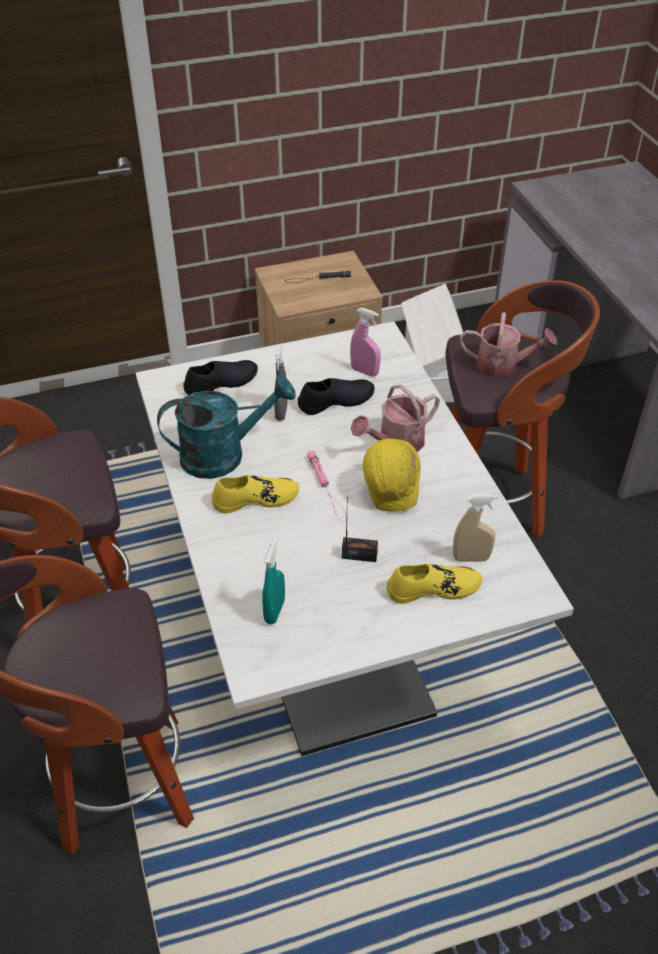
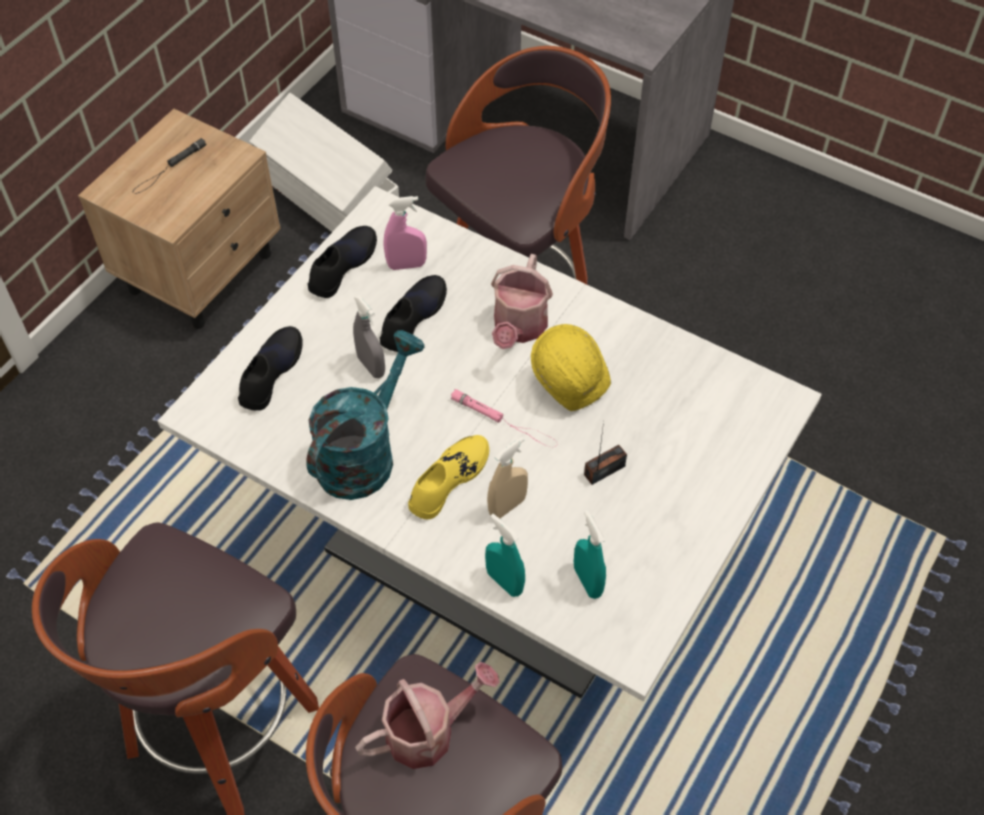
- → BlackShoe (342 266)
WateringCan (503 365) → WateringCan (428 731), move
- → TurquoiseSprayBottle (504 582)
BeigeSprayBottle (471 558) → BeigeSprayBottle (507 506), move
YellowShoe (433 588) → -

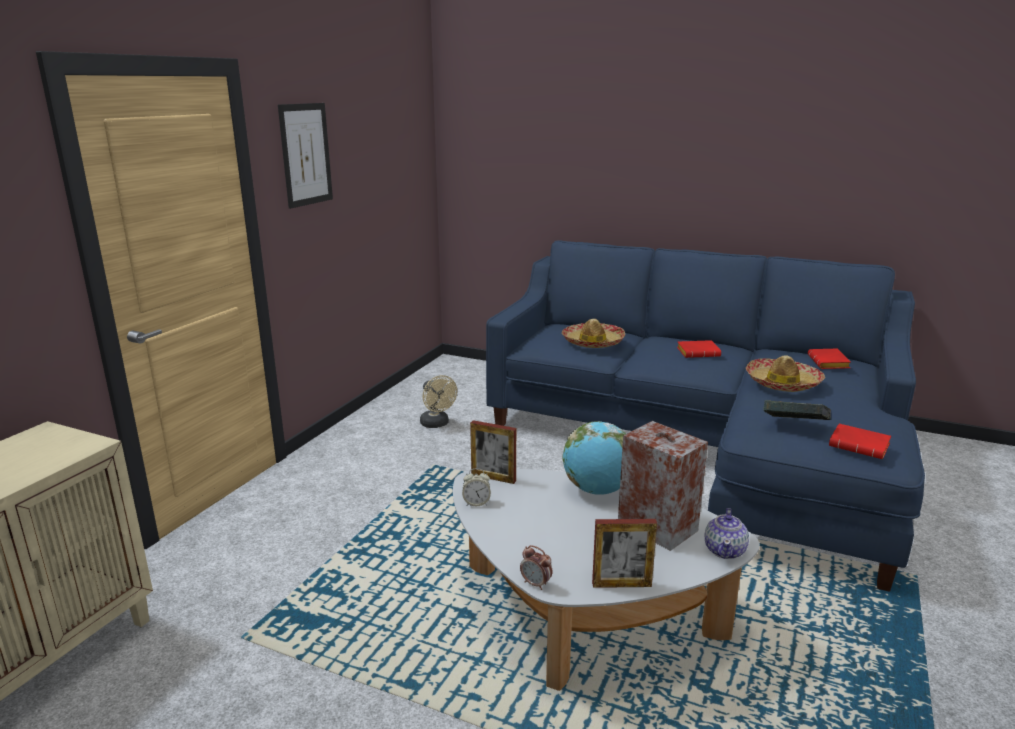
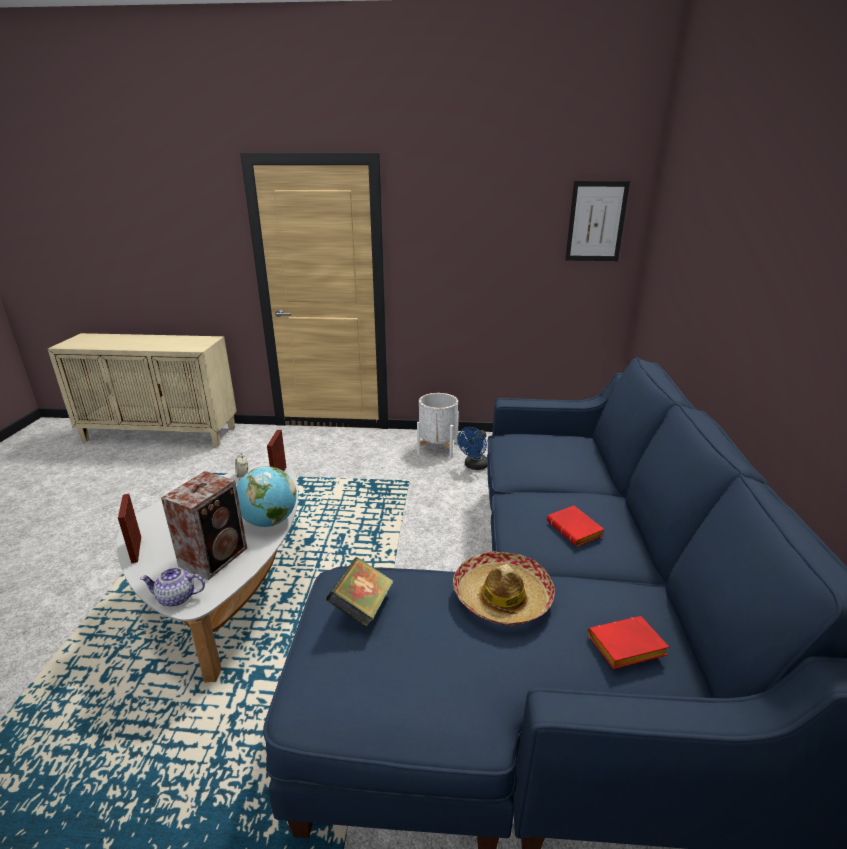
- → WhitePlanter (437 448)
BeigeFan (437 424) → BlueFan (474 466)
Picture (306 154) → Picture (596 222), move
AlarmClock (536 584) → -
Hat (593 342) → -
RedBook (860 446) → -

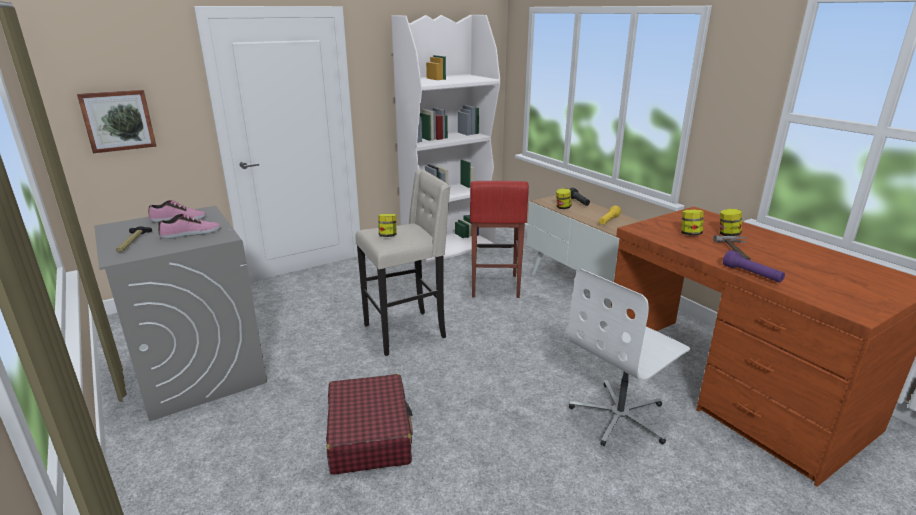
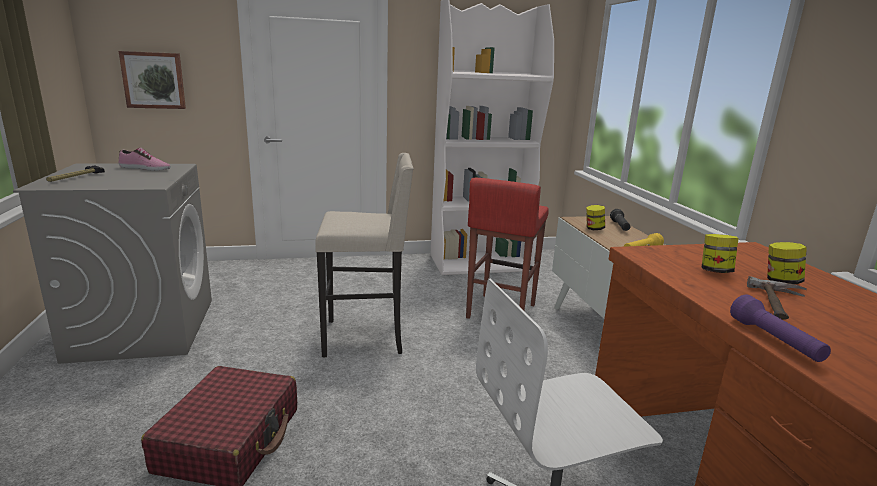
Shoe (191 234) → -
Jar (388 236) → -

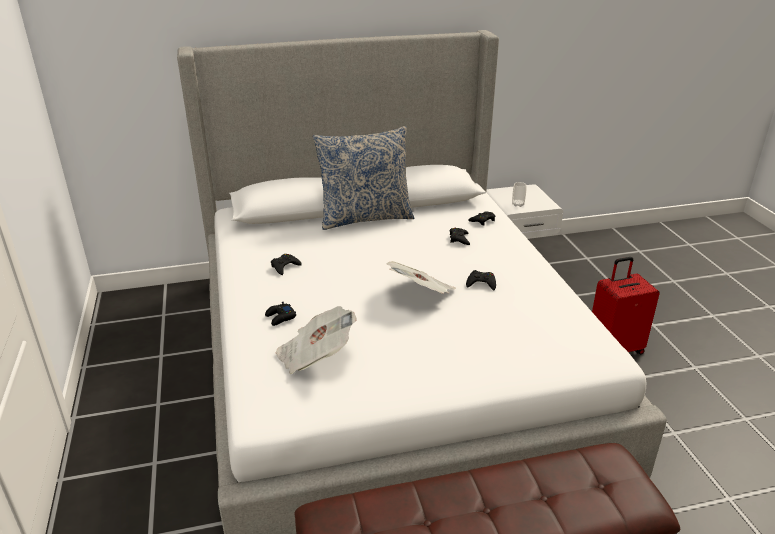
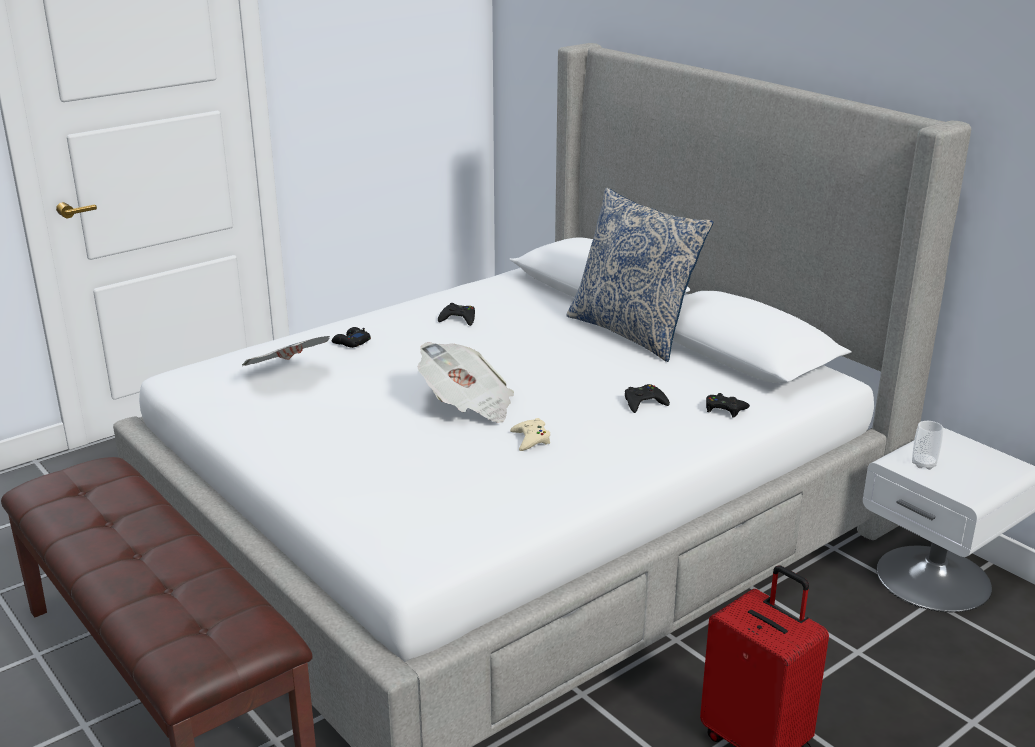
BlackGameController (481 283) → BeigeGameController (531 439)

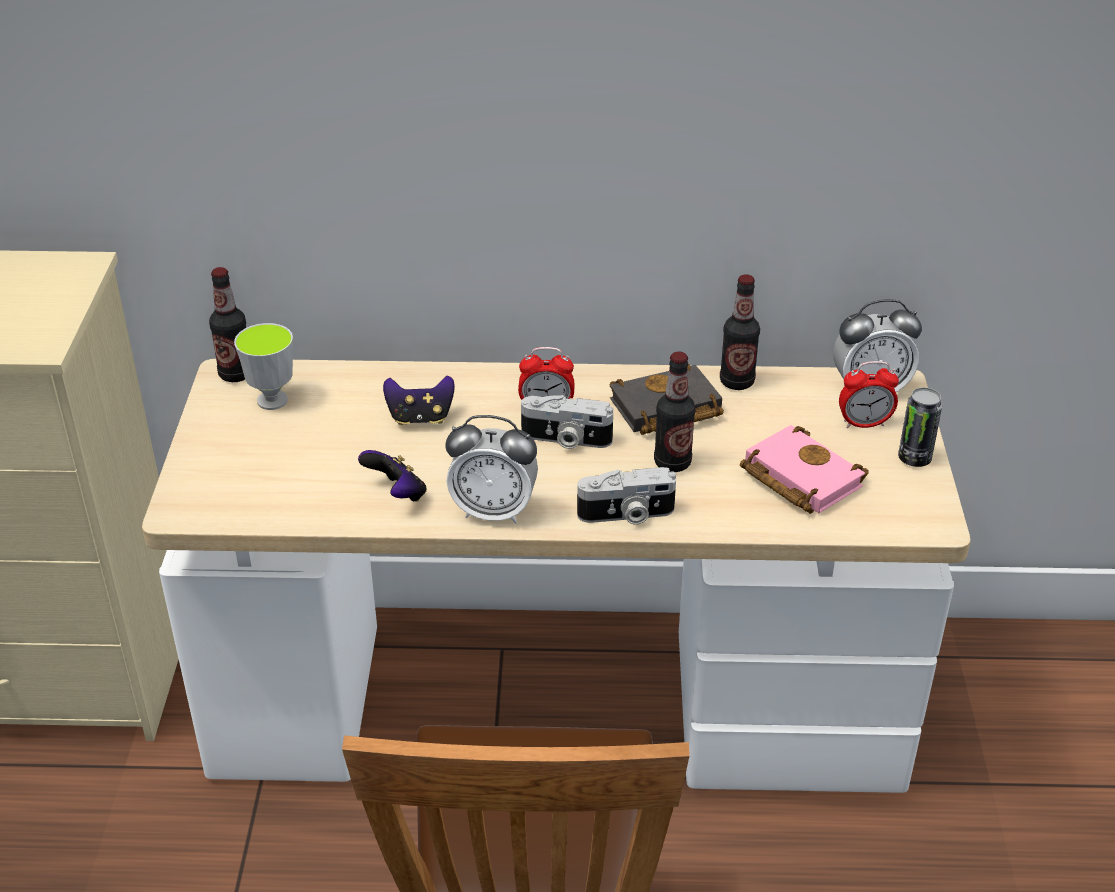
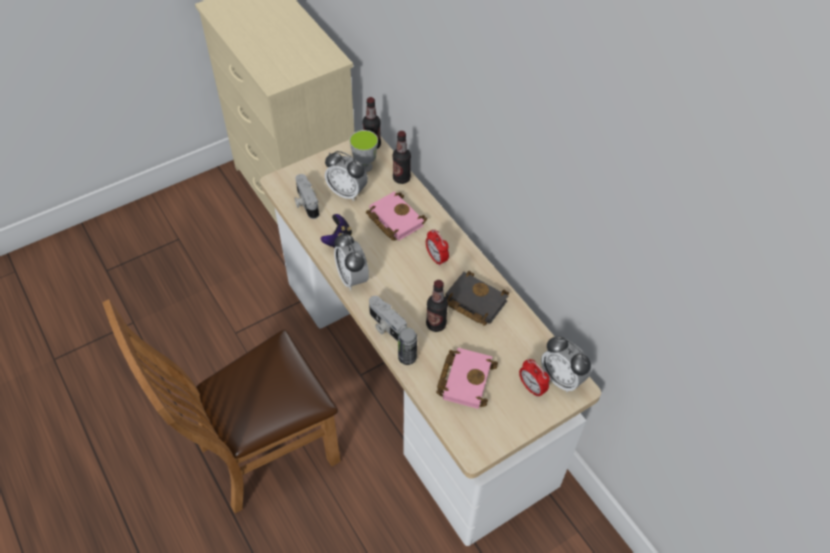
PhotoCamera (565 440) → PhotoCamera (305 203), move
- → AlarmClock (347 192)
GameController (420 418) → PinkBook (393 219)
Bottle (737 382) → Bottle (401 178), move
Can (914 458) → Can (407 357), move

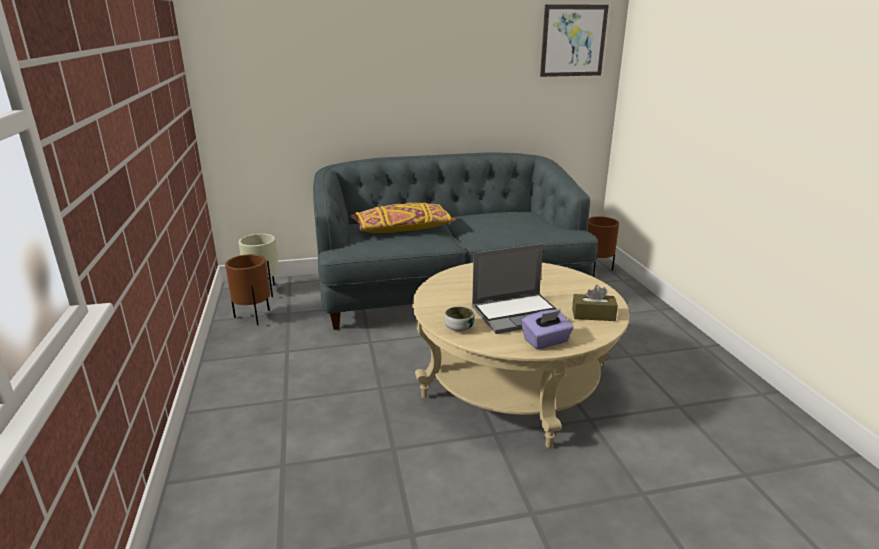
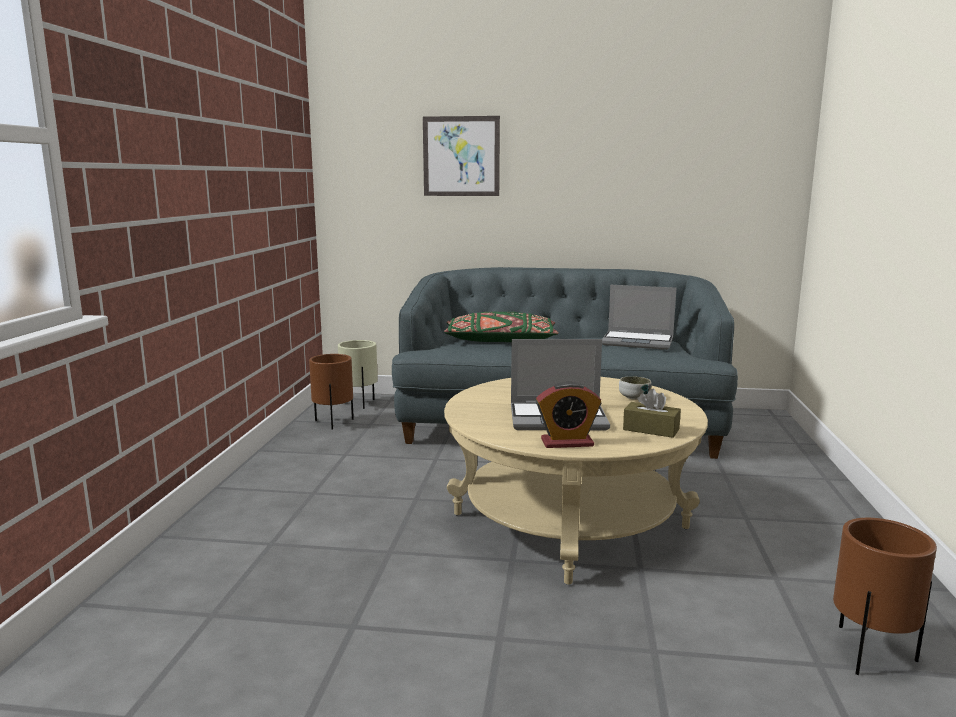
Picture (573 41) → Picture (461 156), move
YellowPillow (402 229) → GreenPillow (500 341)
PurpleTissueBox (546 341) → AlarmClock (567 442)
- → Laptop (638 342)
Bowl (459 328) → Bowl (634 397), move
BrownPlanter (596 270) → BrownPlanter (870 654), move

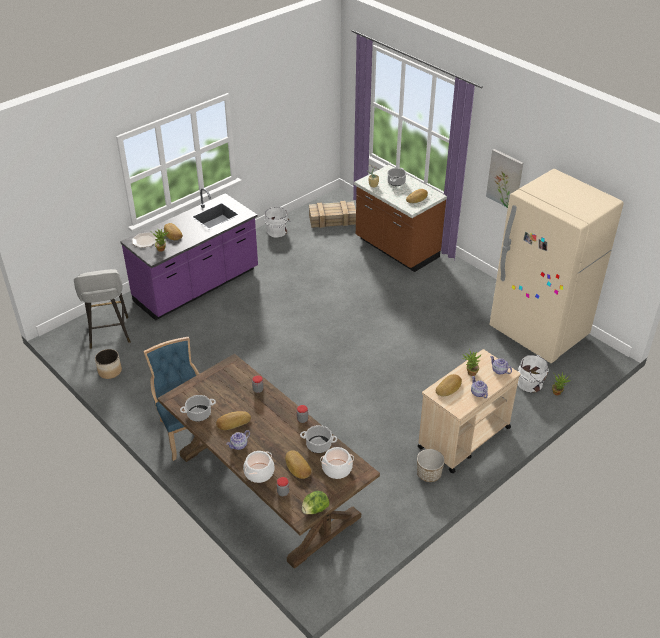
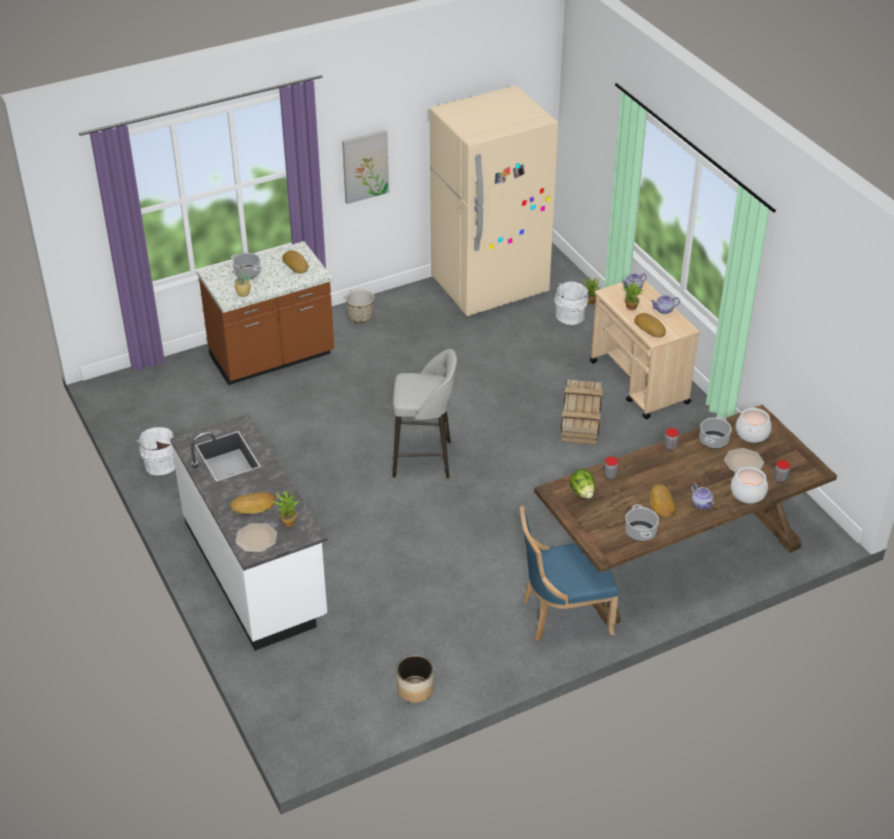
PurpleCounter (197 286) → WhiteCounter (256 570)
Planter (429 474) → Planter (361 317), move
GreyStool (109 334) → GreyStool (424 459), move
Crate (333 219) → Crate (580 418), move
Lettuce (315 509) → Lettuce (582 492), move
Bread (297 467) → Plate (744 462)

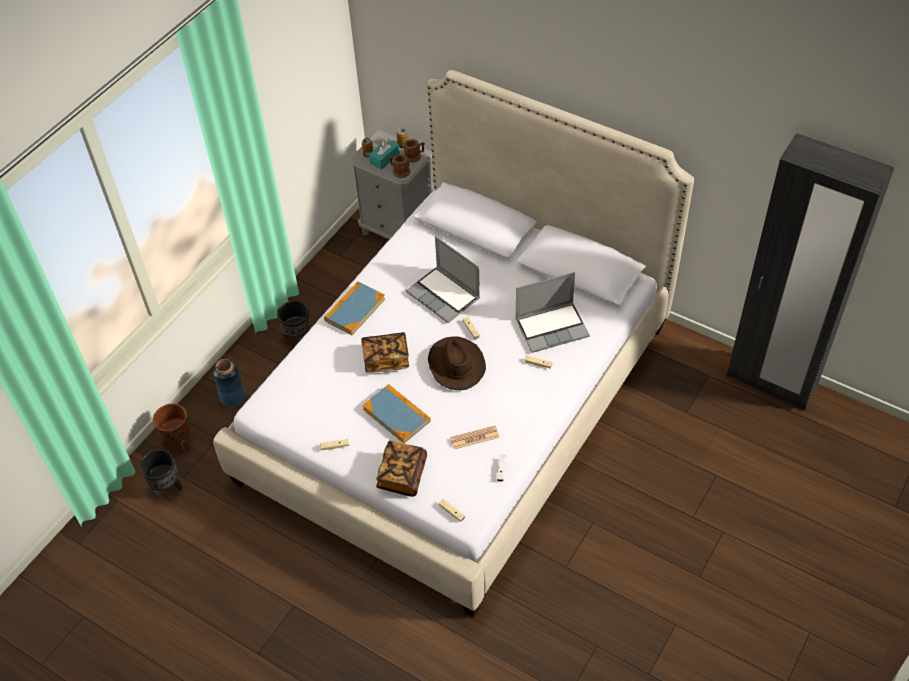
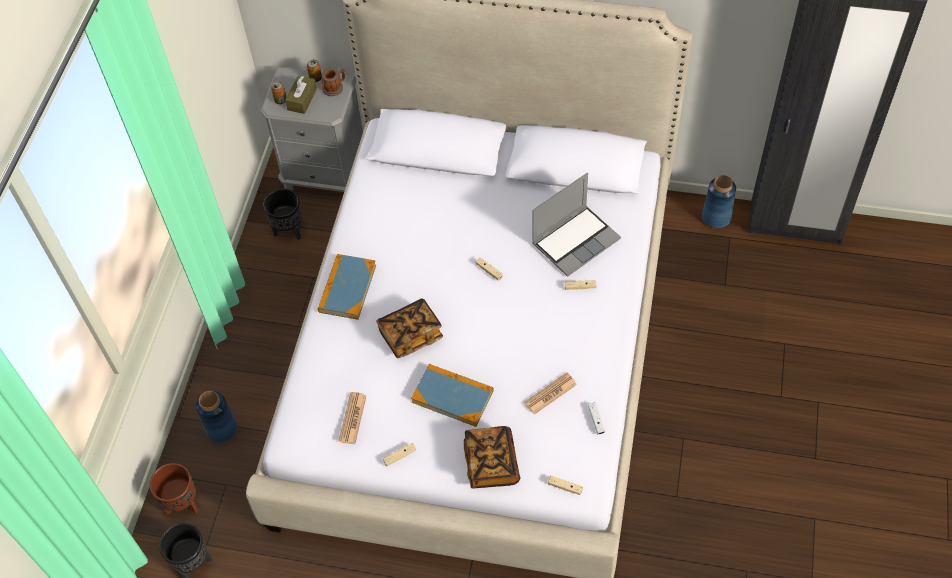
BlackPlanter (298 339) → BlackPlanter (288 231), move
TurquoiseTissueBox (385 158) → BrownTissueBox (302 99)
- → Newspaper (352 418)
- → BlueVase (716 217)
Mug (399 171) → -
Laptop (444 295) → -
BrownHat (455 365) → -

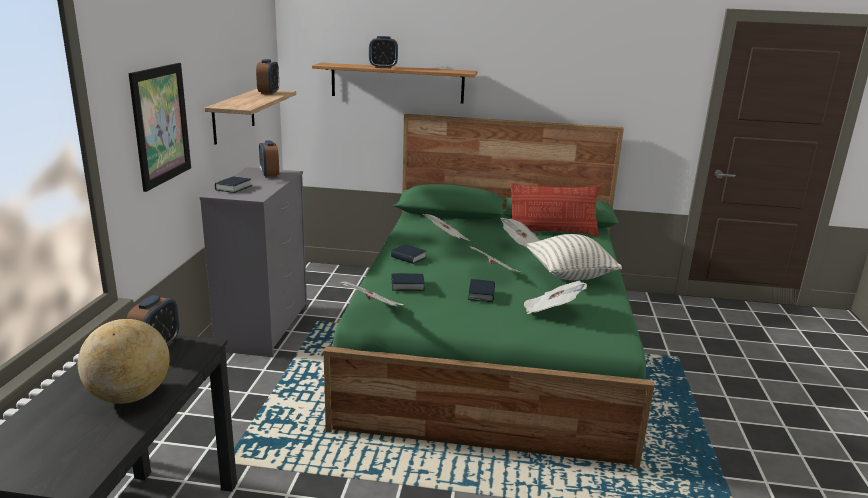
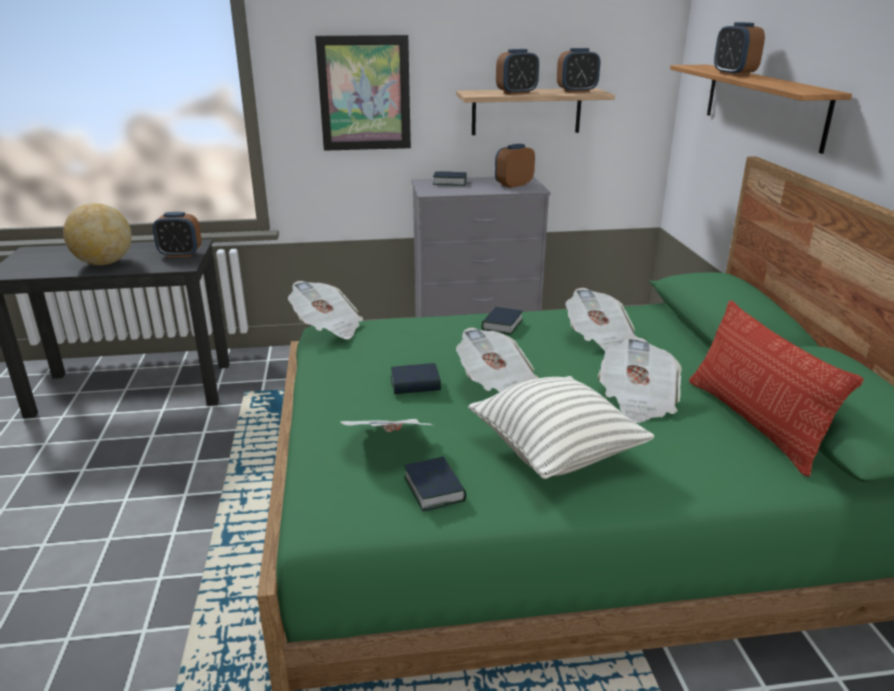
Book (407 285) → Book (434 489), move
- → AlarmClock (516 93)

